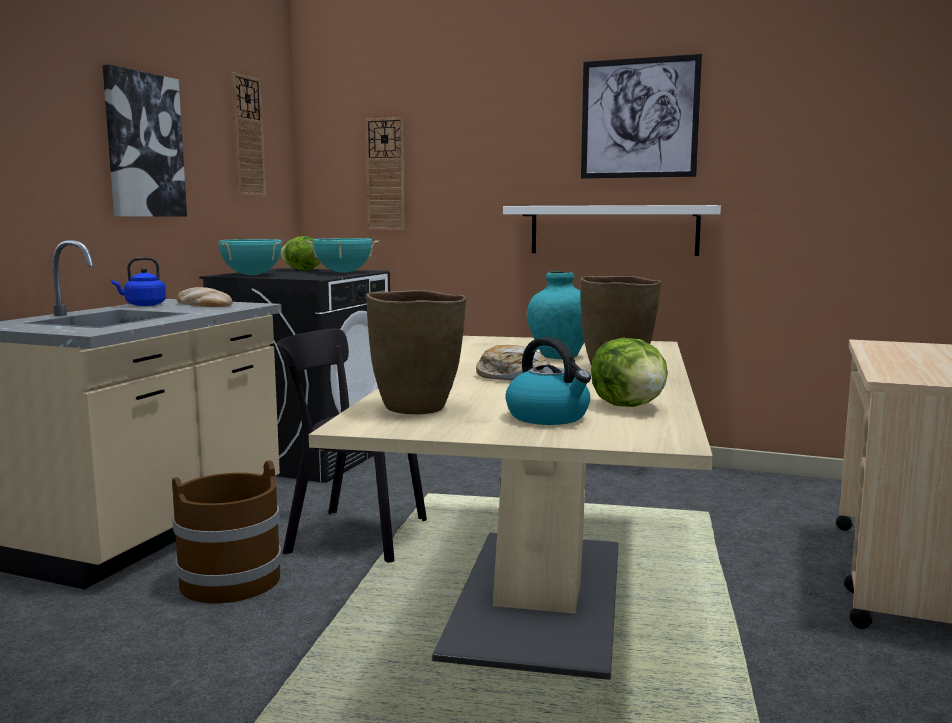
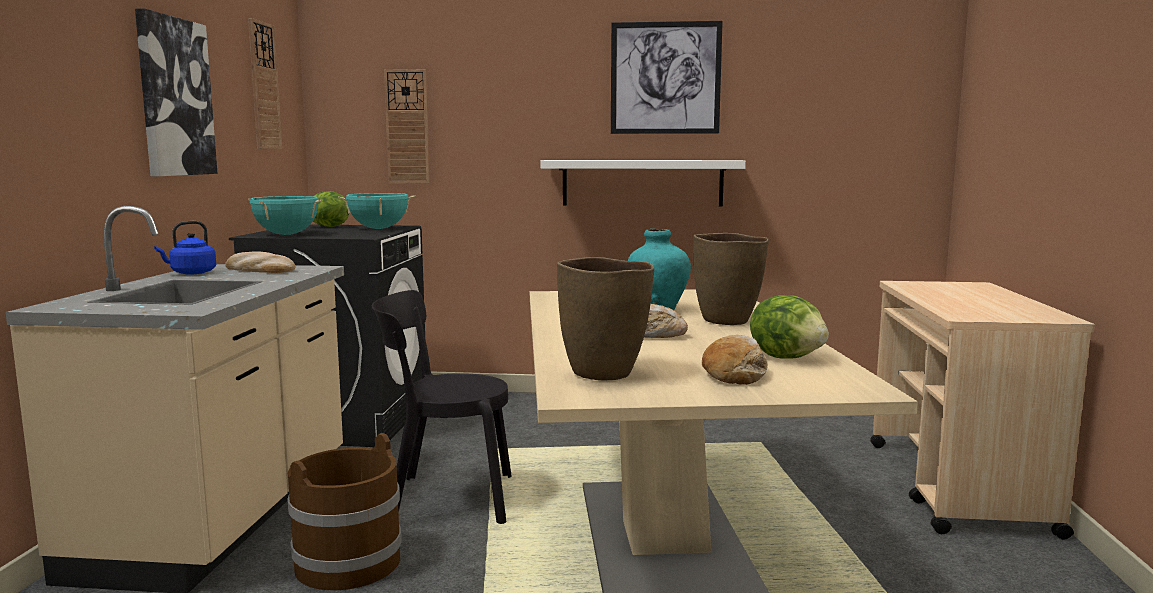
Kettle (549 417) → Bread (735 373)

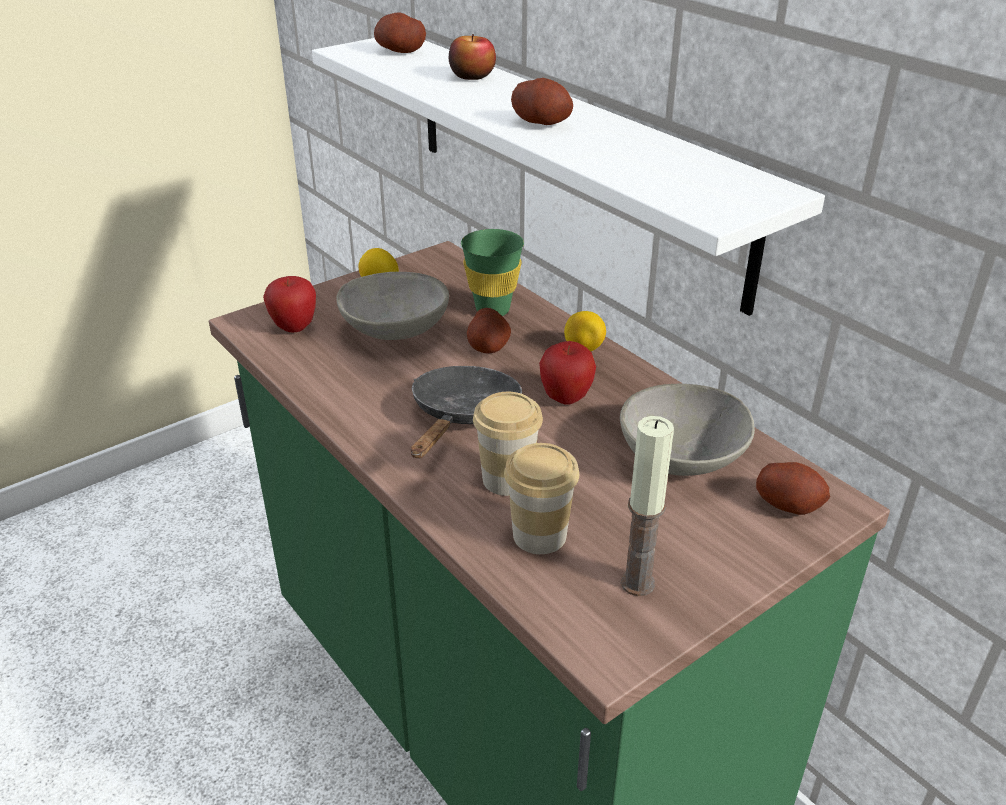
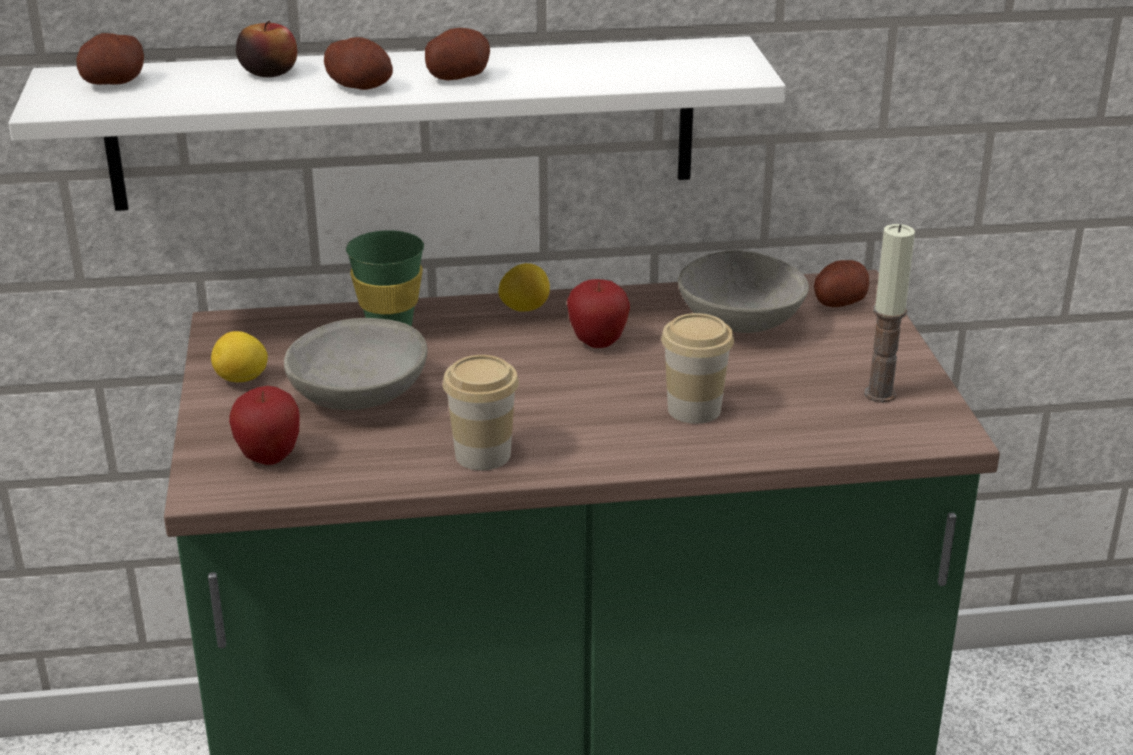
Potato (488 347) → Potato (360 87), move
Cup (539 535) → Cup (483 455), move
BlackFryingPan (463 416) → -

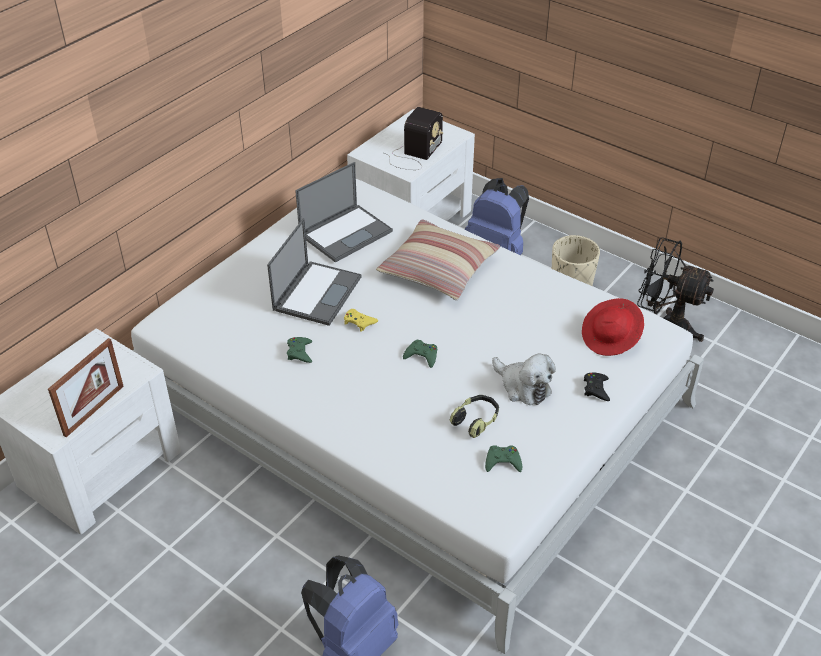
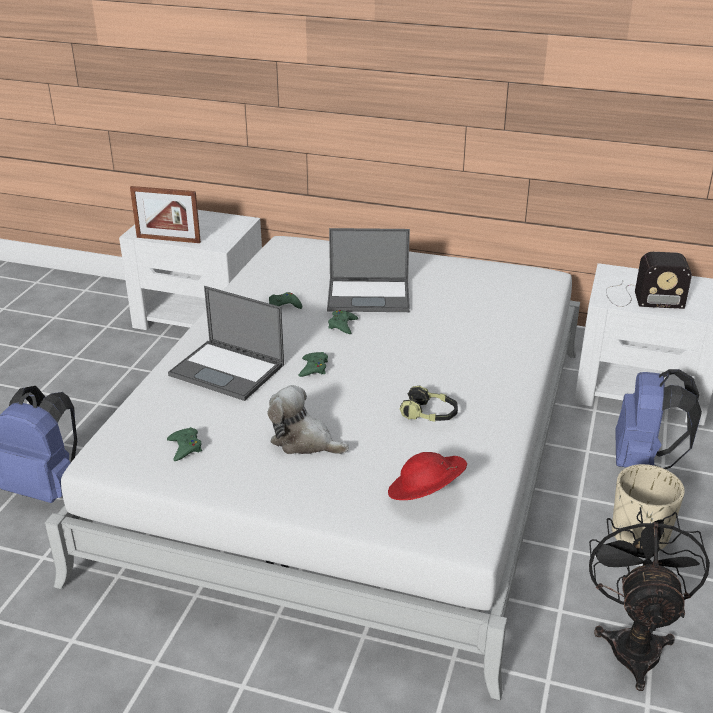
Laptop (346 232) → Laptop (228 370), move
PlushToy (523 387) → PlushToy (304 441), 90 degrees clockwise
YellowGameController (359 322) → GreenGameController (342 325)
Headphones (476 420) → Headphones (429 414), move
Pillow (438 269) → -
BlackGameController (596 389) → -

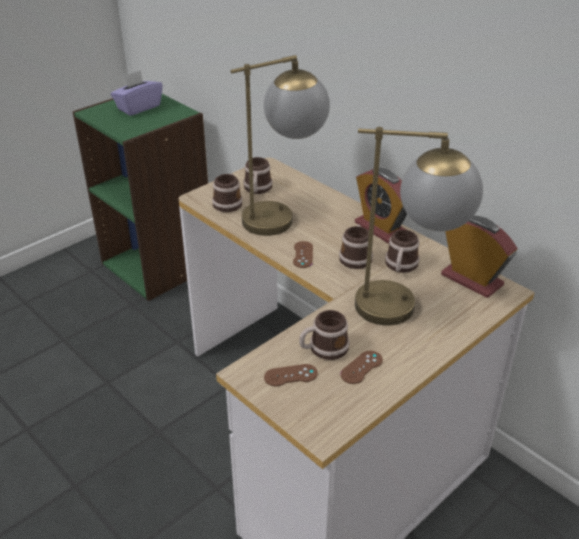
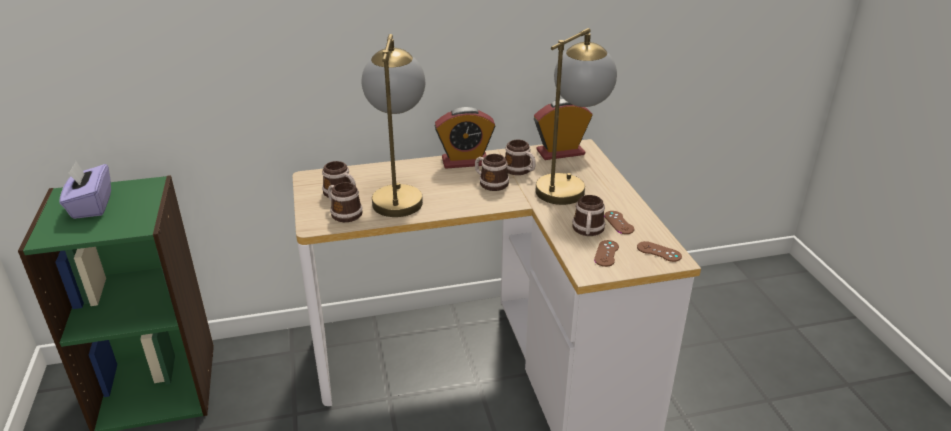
BrownGameController (303 254) → BrownGameController (659 252), move

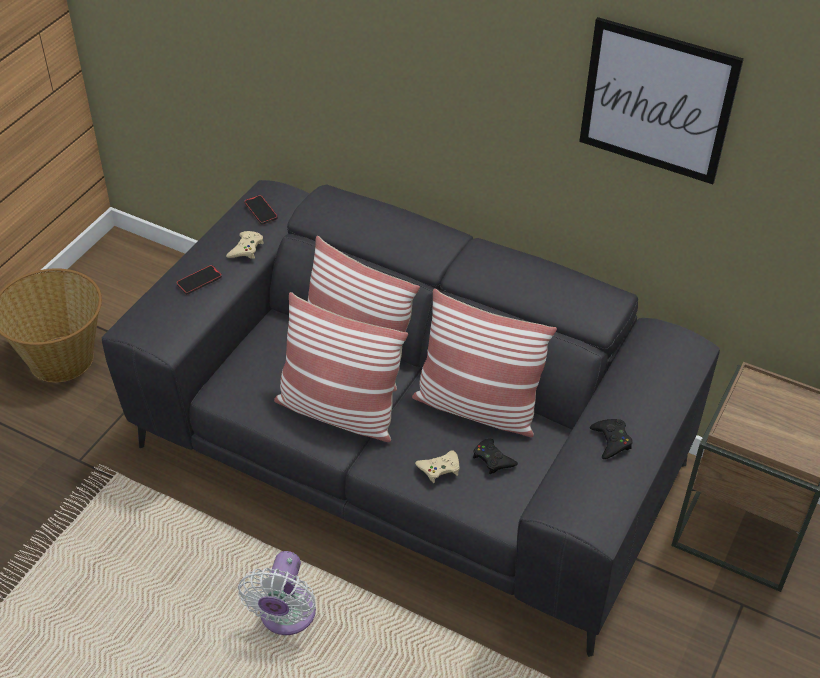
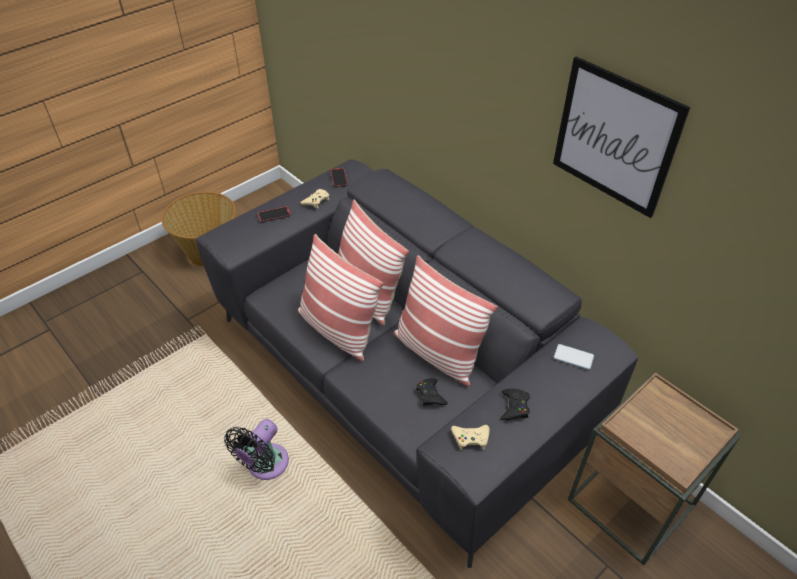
WhiteFan (285 617) → BlackFan (265 466)
BeigeGameController (439 468) → BeigeGameController (471 438), move
- → Phone (573 357)

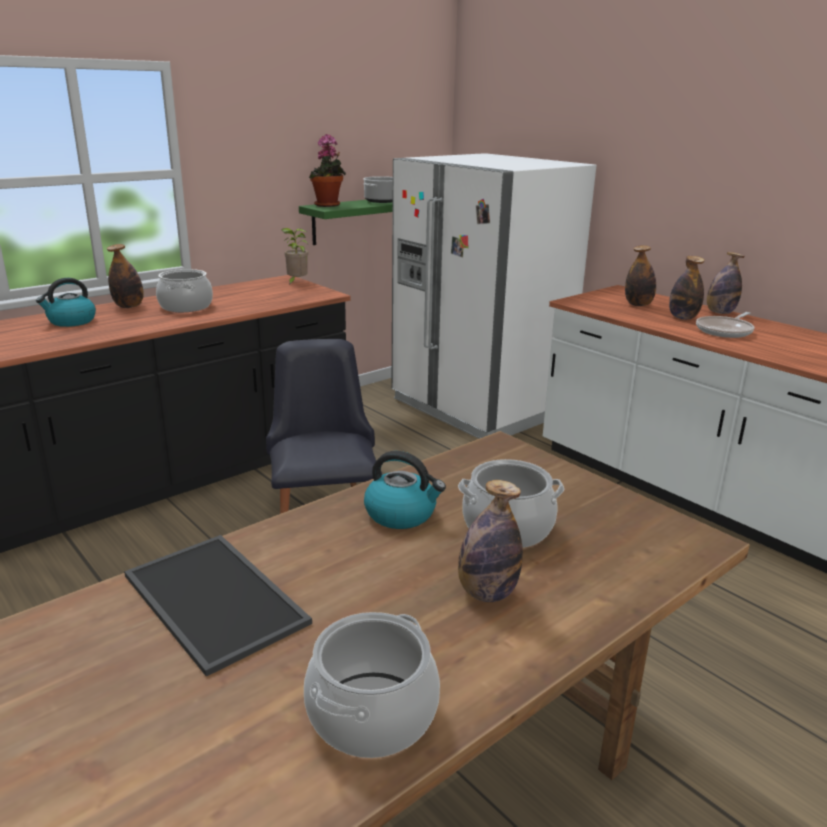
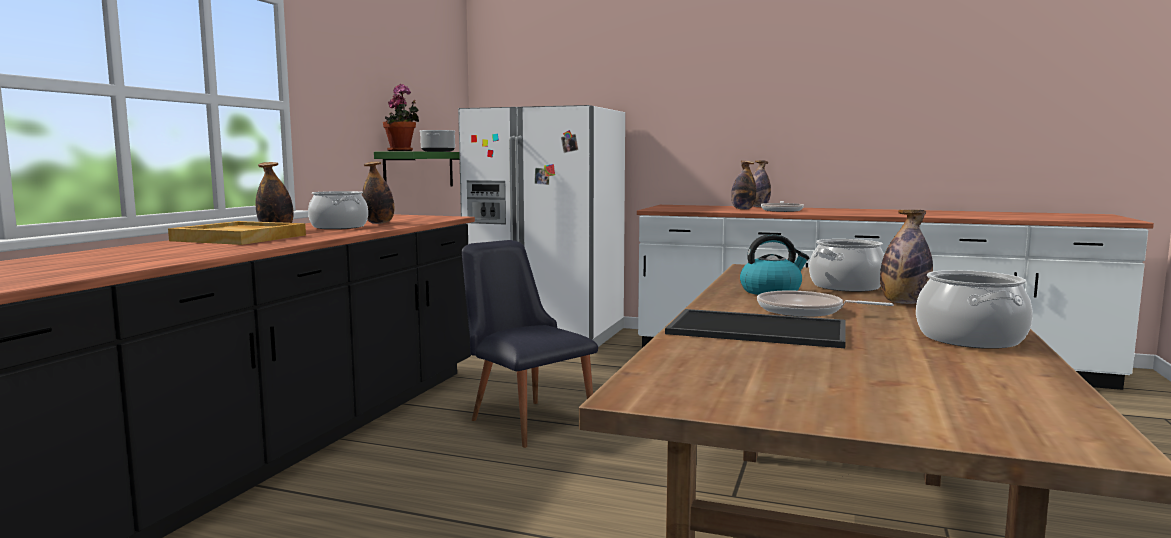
Kettle (71 321) → BeigeTray (241 238)
Bottle (638 305) → Bottle (379 223), move
- → FryingPan (805 311)
PottedPlant (296 283) → -

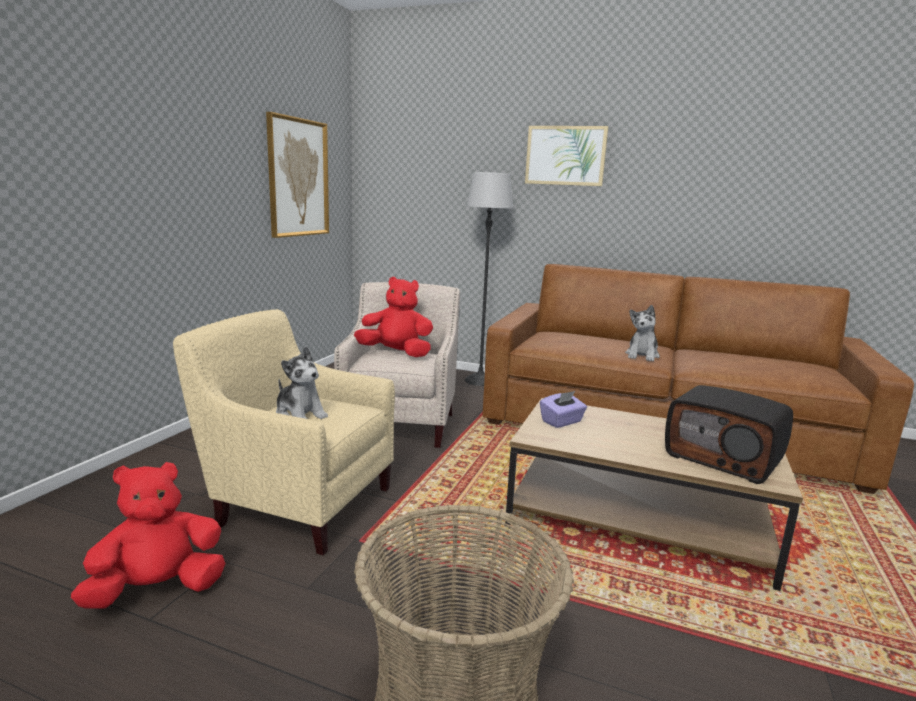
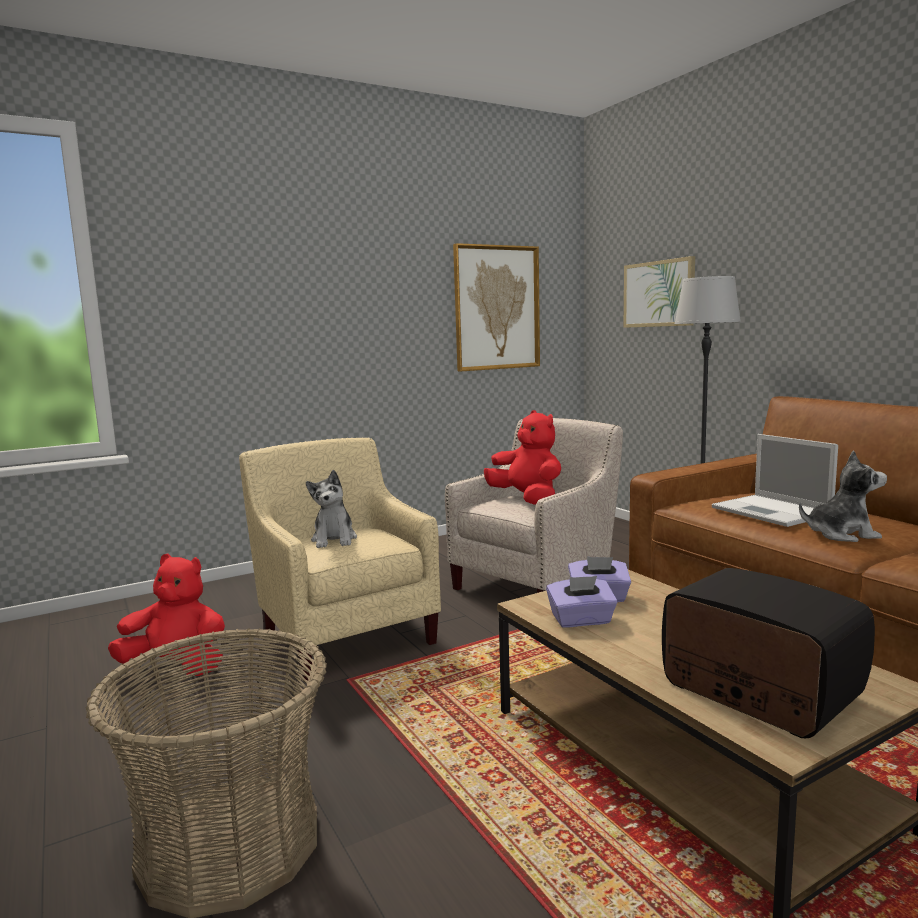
- → PurpleTissueBox (581 620)
Picture (565 156) → Picture (659 294), move
Radio (723 458) → Radio (757 691), 150 degrees clockwise
- → Laptop (773 512)
PlushToy (642 355) → PlushToy (841 534), 150 degrees counterclockwise

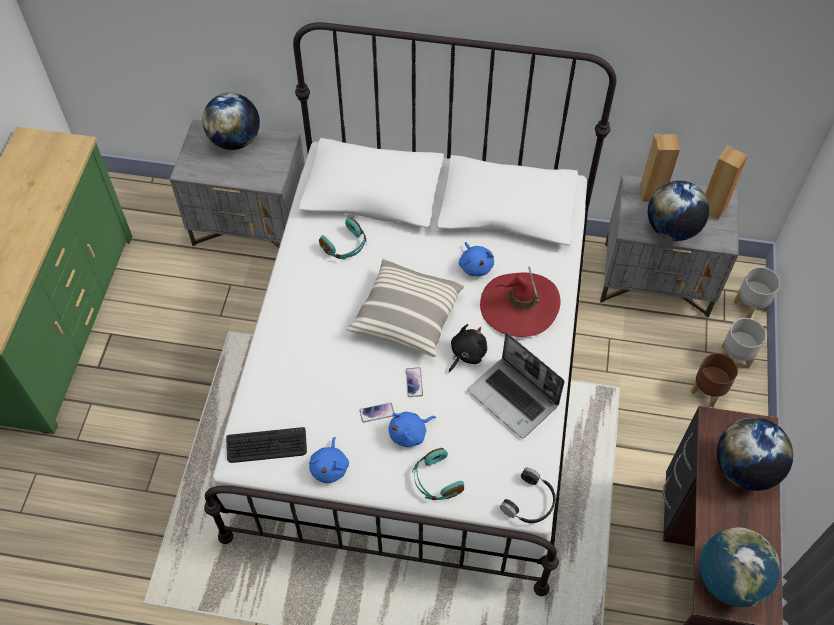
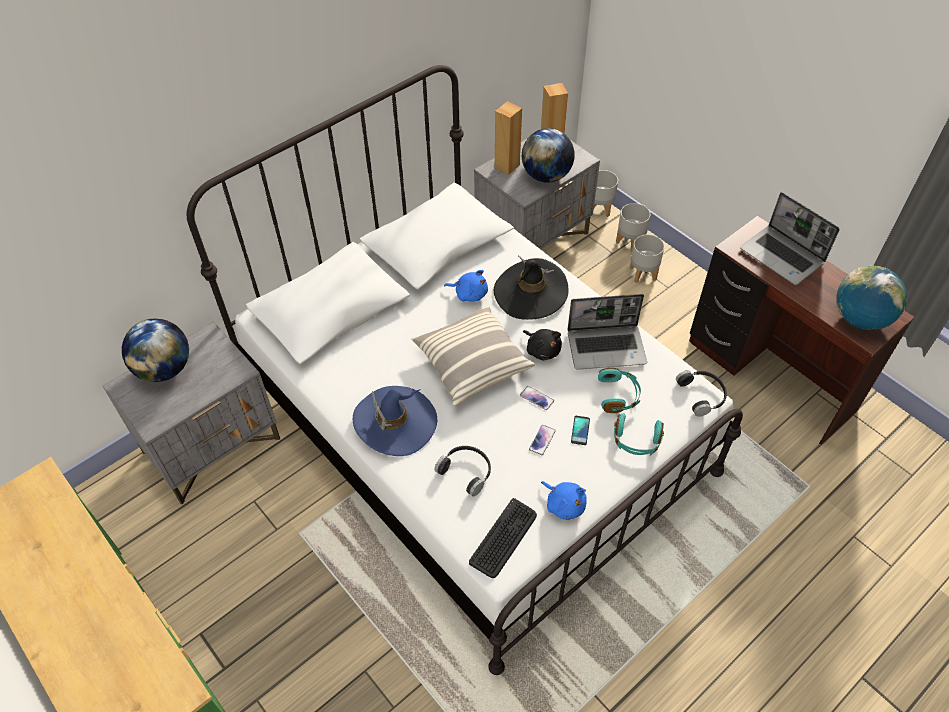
- → BlueHat (395 422)
- → BlackHeadphones (467 471)
RedHat (519 305) → BlackHat (530 292)
BlackPlushToy (466 354) → BlackPlushToy (542 350), 150 degrees clockwise
BluePlushToy (410 433) → Phone (580 430)
TurquoiseHeadphones (345 246) → TurquoiseHeadphones (618 395), move
BrownPlanter (708 391) → GreyPlanter (643 273)
Globe (744 469) → Laptop (783 256)

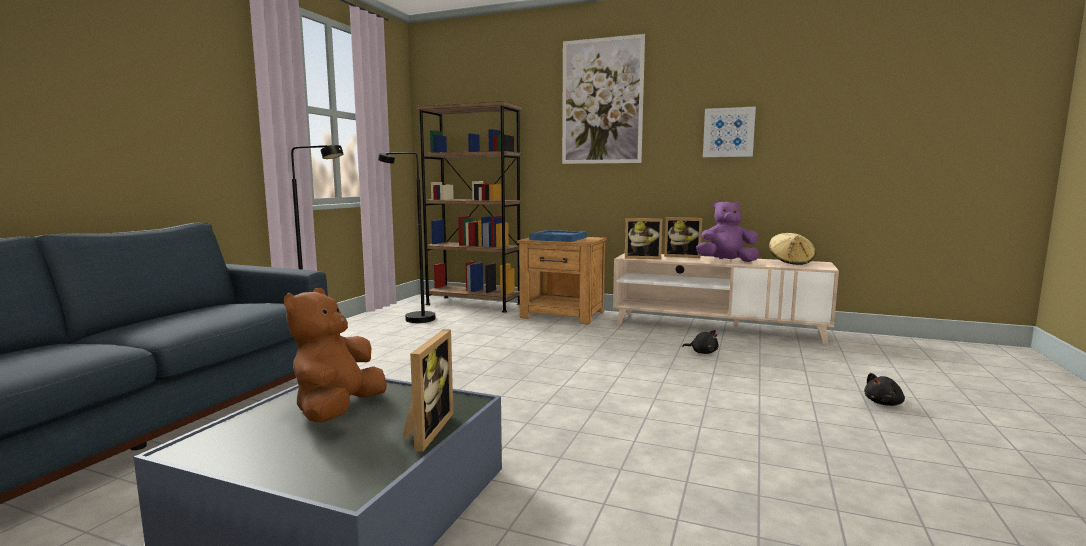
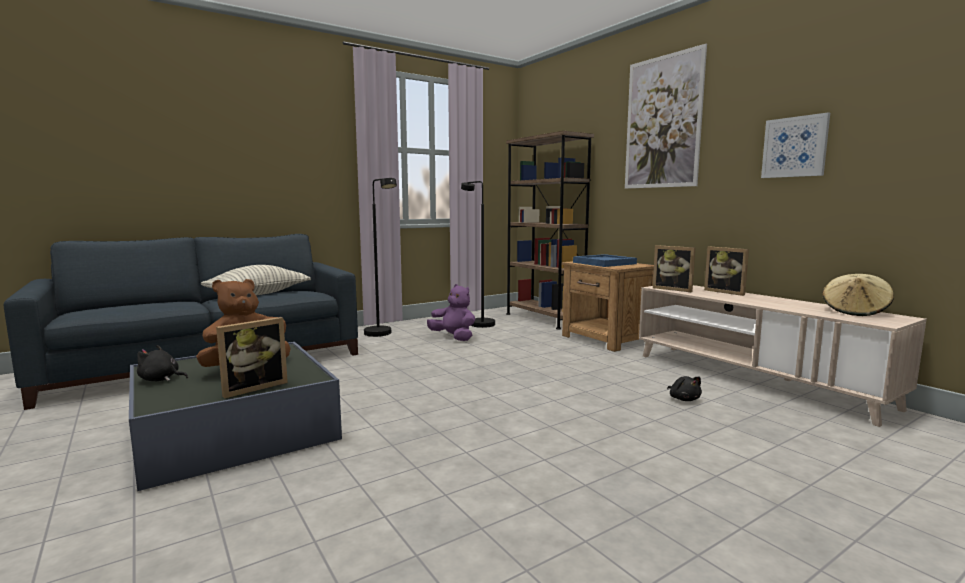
BlackPlushToy (884 403) → BlackPlushToy (161 379), move
- → Pillow (258 294)
PurplePlushToy (726 261) → PurplePlushToy (453 337), move

